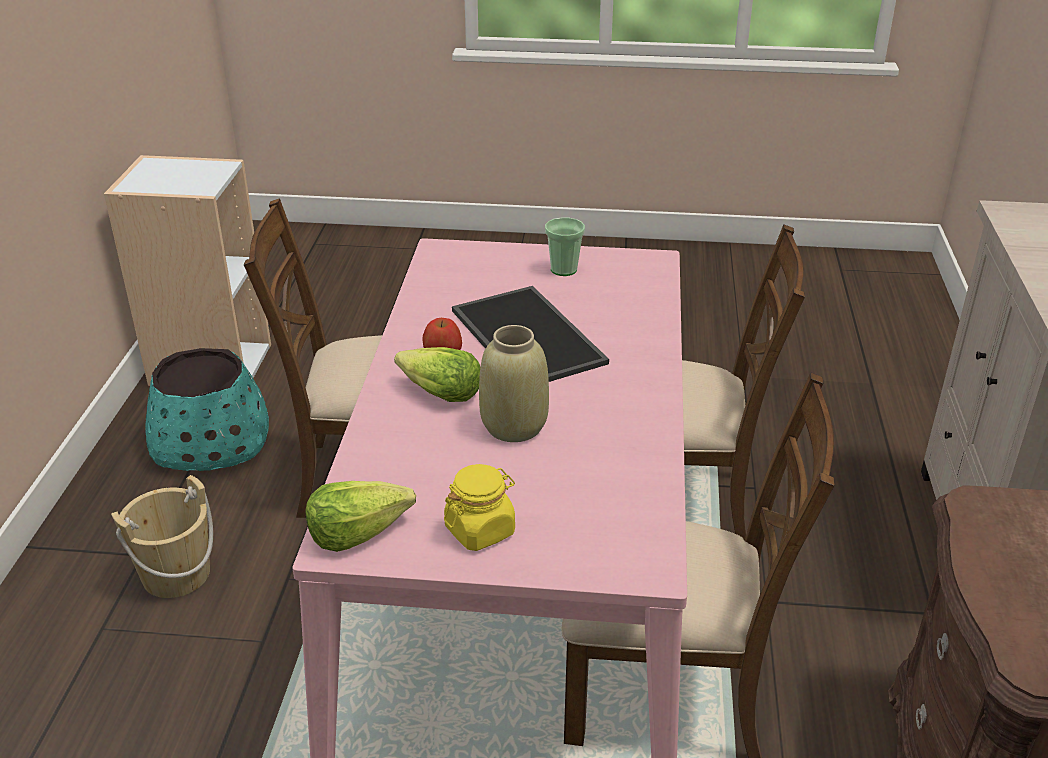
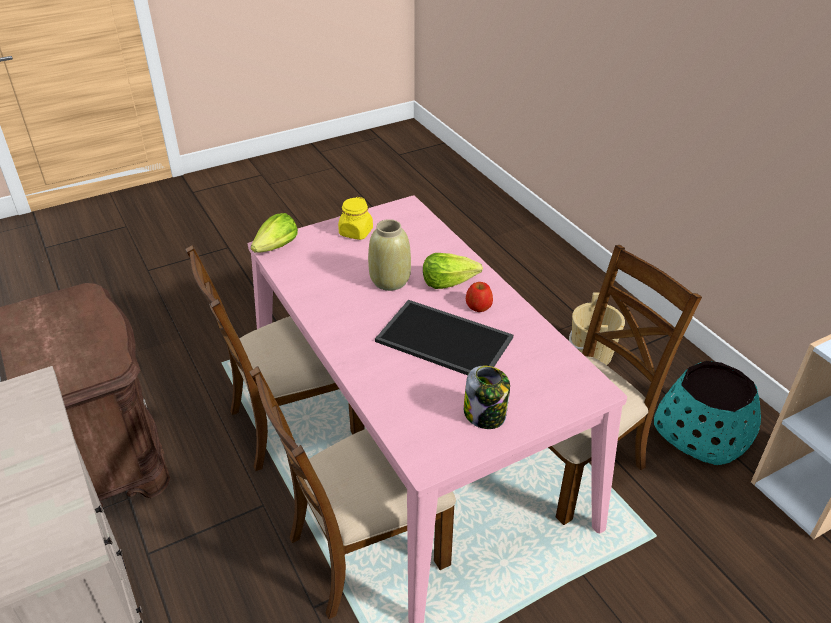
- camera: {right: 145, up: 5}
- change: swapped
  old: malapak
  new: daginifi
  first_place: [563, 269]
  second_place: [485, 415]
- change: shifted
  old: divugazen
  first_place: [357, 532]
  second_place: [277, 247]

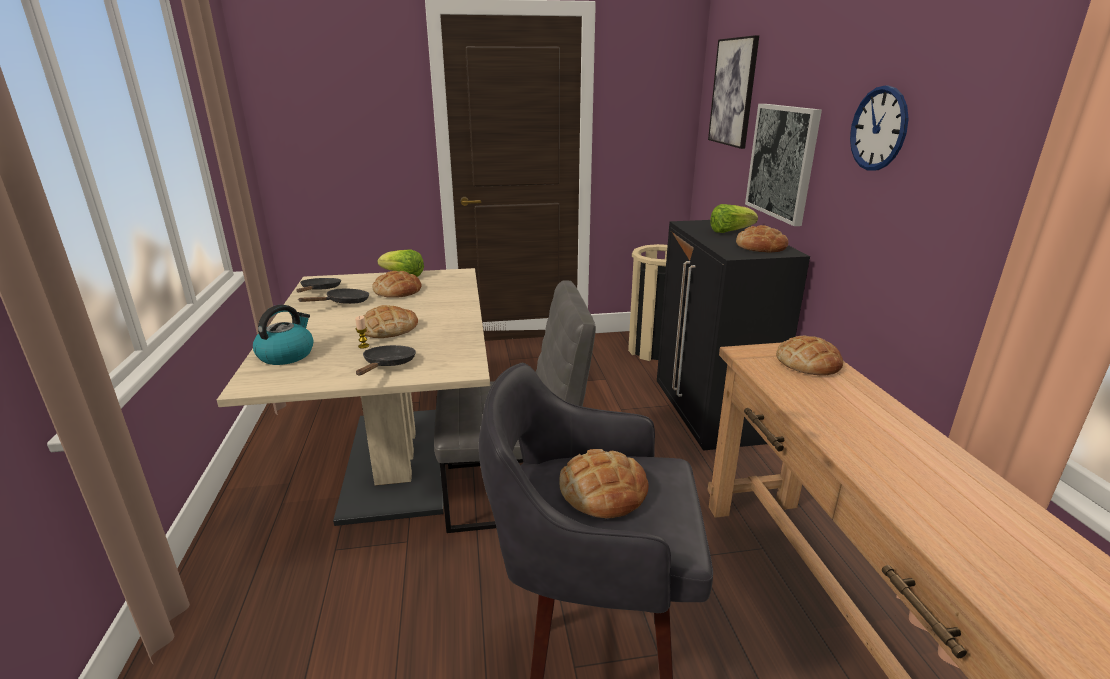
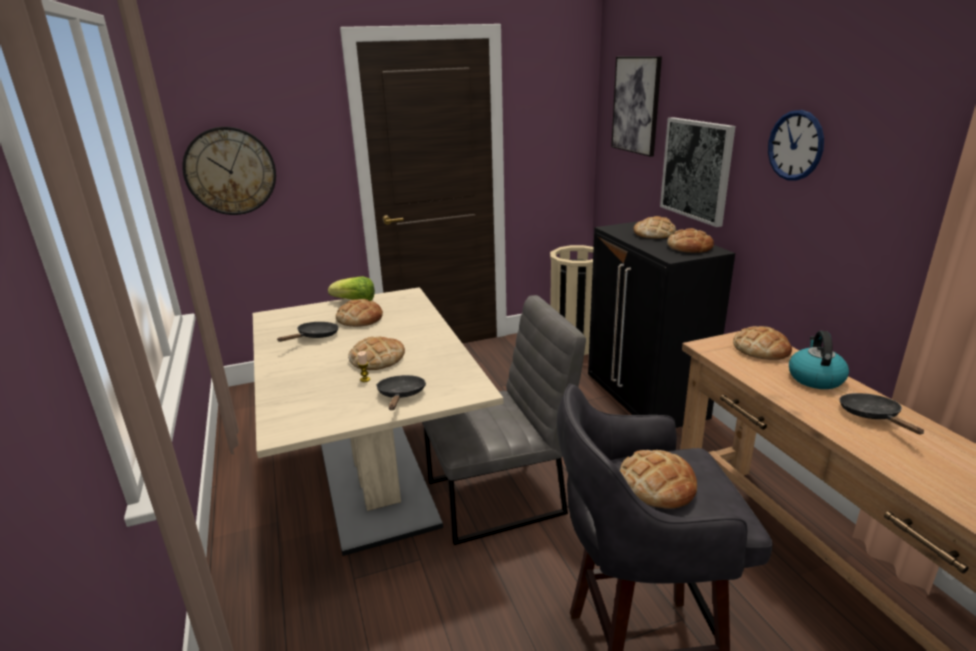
- camera: {right: -10, up: 0}
- change: swapped
  old: divugazen
  new: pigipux
  first_place: [730, 231]
  second_place: [654, 234]
- change: shifted
  old: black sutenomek
  first_place: [320, 290]
  second_place: [872, 416]
- change: shifted
  old: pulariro
  first_place: [286, 354]
  second_place: [815, 378]
- change: new
  new: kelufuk
  second_place: [230, 171]

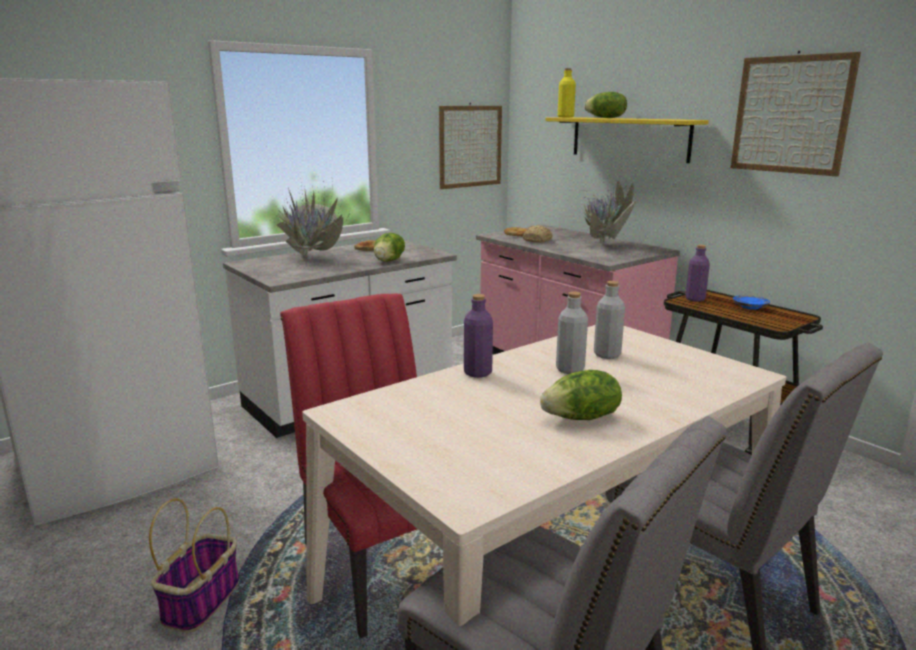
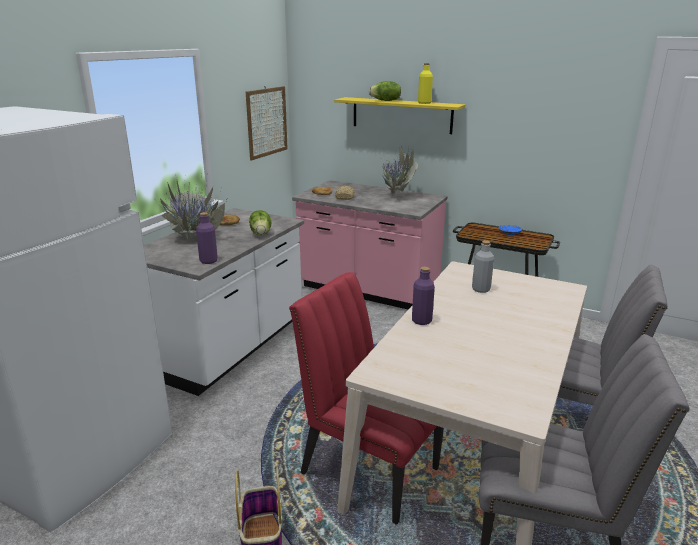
- camera: {right: -25, up: 5}
- change: gone
  old: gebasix
  first_place: [791, 112]
- change: shifted
  old: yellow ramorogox
  first_place: [565, 117]
  second_place: [424, 103]
- change: shifted
  old: purple ramorogox
  first_place: [695, 299]
  second_place: [208, 261]
- change: gone
  old: grey ramorogox
  first_place: [570, 369]
- change: gone
  old: divugazen
  first_place: [582, 418]

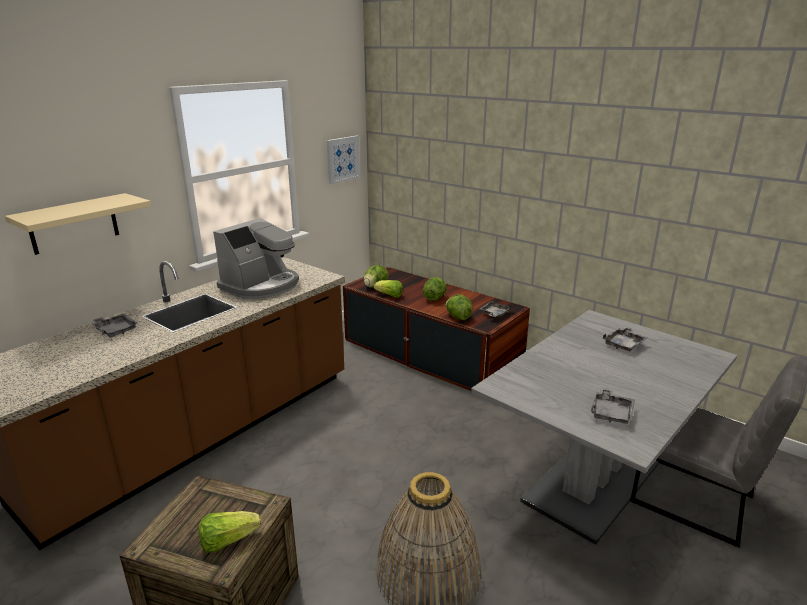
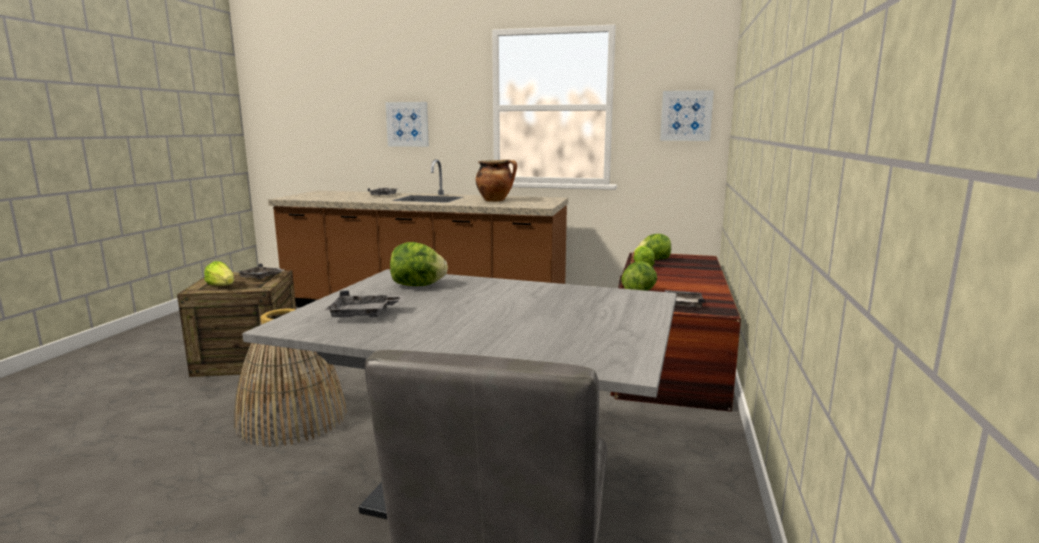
- camera: {right: 65, up: -10}
- change: swapped
  old: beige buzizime
  new: gebasix
  first_place: [74, 224]
  second_place: [407, 124]
- change: swapped
  old: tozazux
  new: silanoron
  first_place: [261, 285]
  second_place: [496, 200]
- change: shifted
  old: divugazen
  first_place: [434, 298]
  second_place: [418, 286]
- change: shifted
  old: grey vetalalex
  first_place: [624, 344]
  second_place: [261, 277]

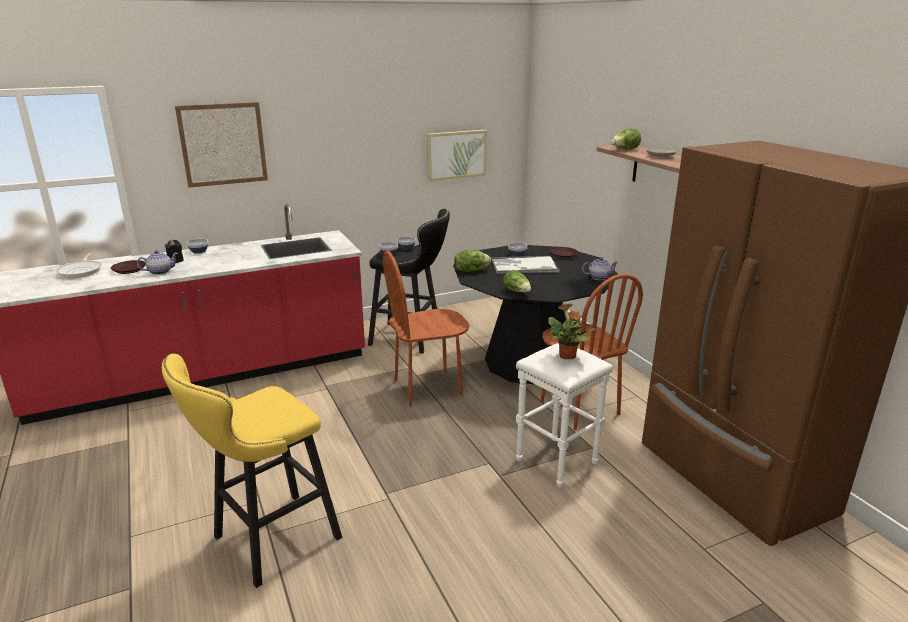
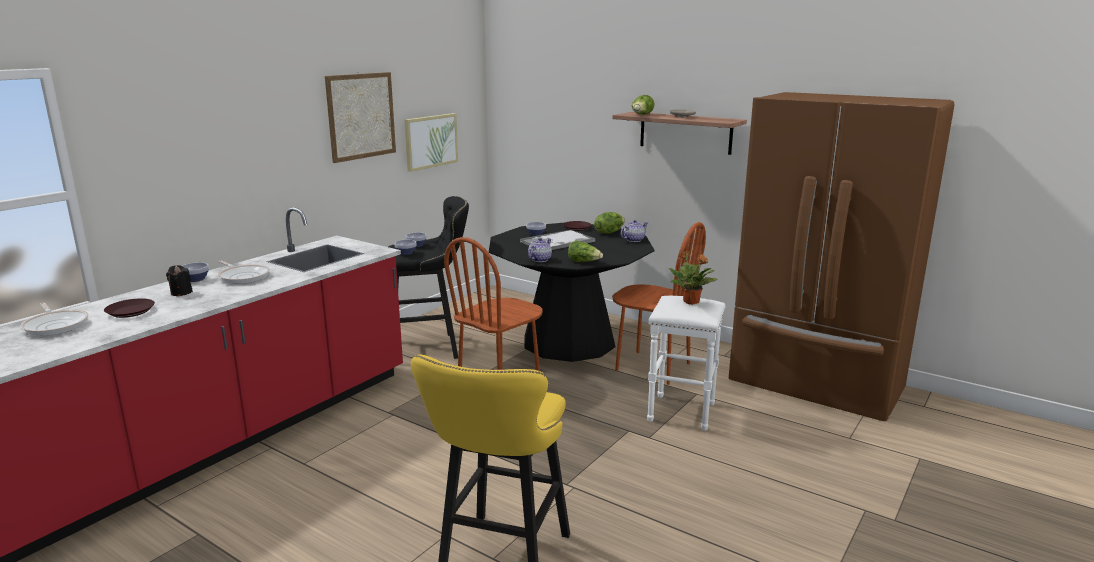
- camera: {right: -30, up: -5}
- change: shifted
  old: gebasix
  first_place: [223, 143]
  second_place: [361, 115]
- change: shifted
  old: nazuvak
  first_place: [160, 272]
  second_place: [539, 260]
- change: shifted
  old: divugazen
  first_place: [471, 270]
  second_place: [609, 232]
- change: new
  new: sutenomek
  second_place: [243, 276]

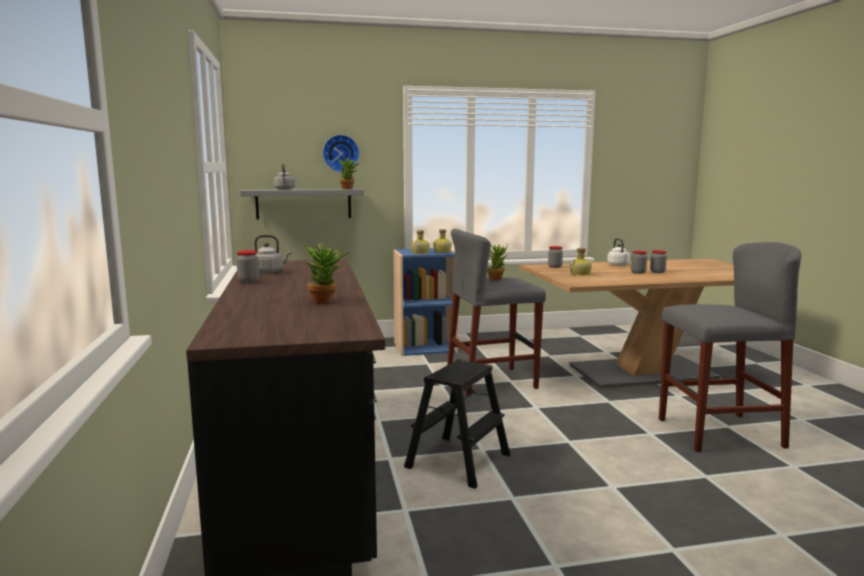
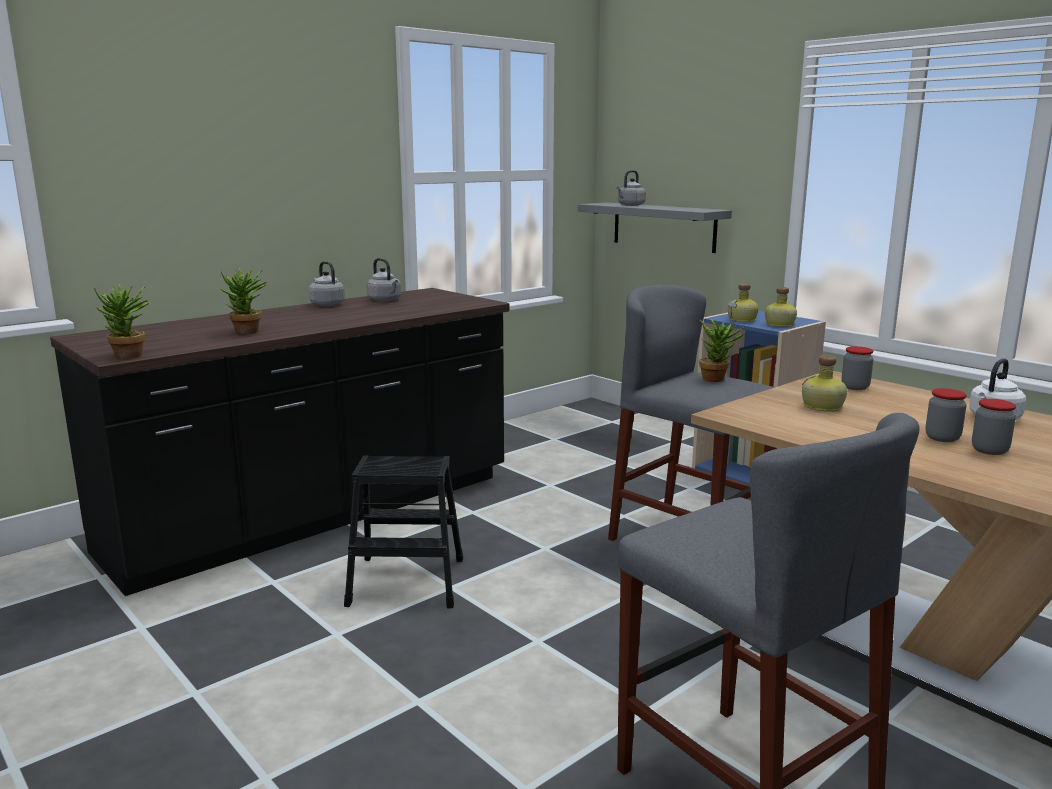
- camera: {right: 60, up: 5}
- change: gone
  old: kelufuk
  first_place: [341, 153]
- change: shifted
  old: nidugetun
  first_place: [349, 189]
  second_place: [128, 357]
- change: swapped
  old: daginifi
  new: grey pulariro
  first_place: [248, 281]
  second_place: [326, 304]

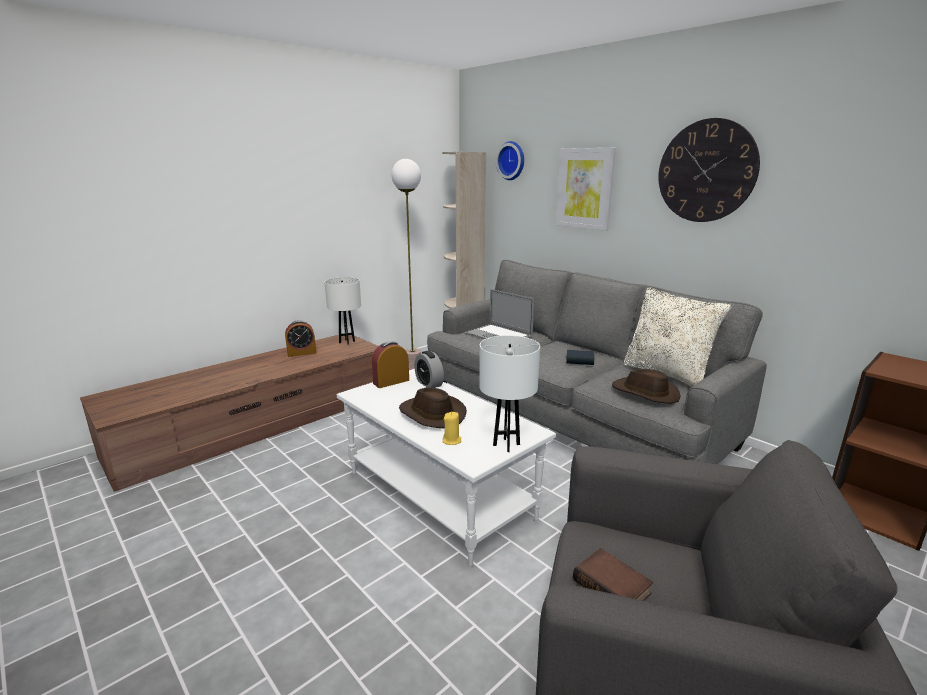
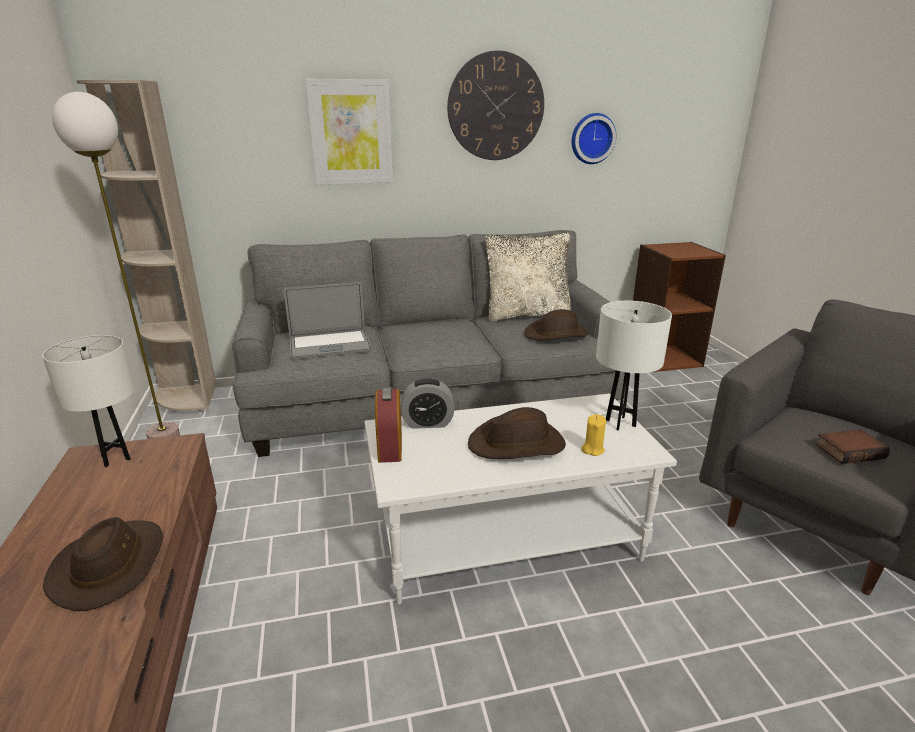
- camera: {right: -60, up: 5}
- change: shifted
  old: kelufuk
  first_place: [512, 160]
  second_place: [592, 138]
- change: gone
  old: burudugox
  first_place: [301, 353]
- change: gone
  old: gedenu
  first_place: [579, 360]
- change: new
  new: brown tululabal
  second_place: [110, 565]

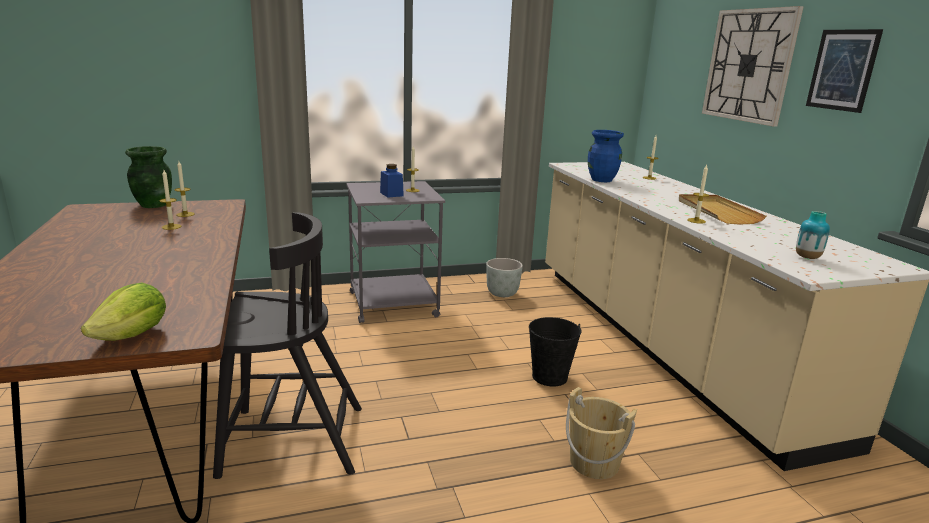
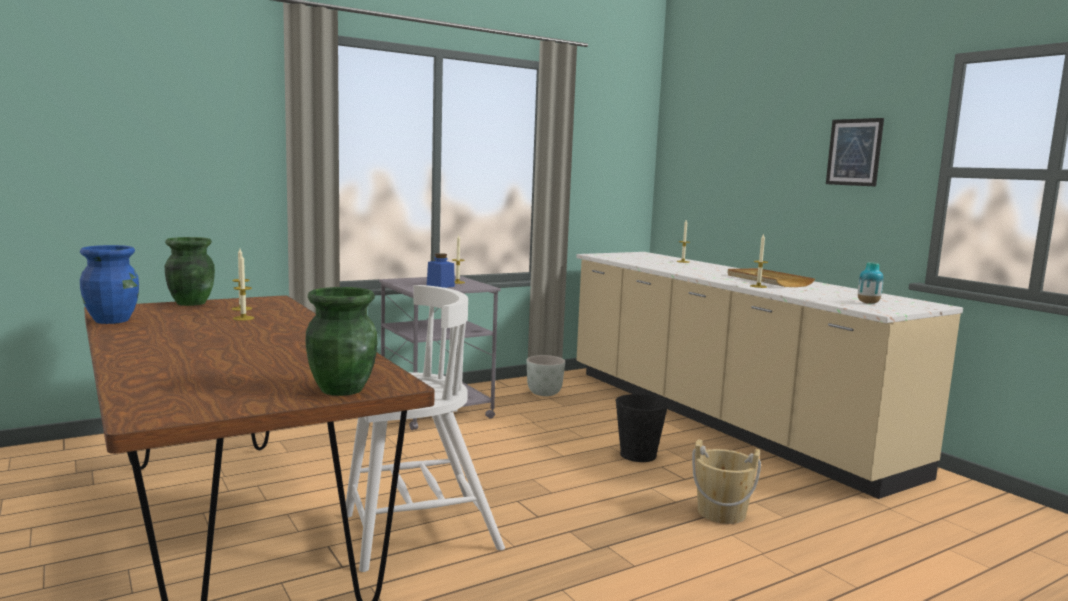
- camera: {right: -15, up: -10}
- change: gone
  old: kelufuk
  first_place: [749, 65]
- change: shifted
  old: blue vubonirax
  first_place: [602, 180]
  second_place: [113, 320]
- change: repainted
  old: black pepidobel
  new: white pepidobel
  first_place: [290, 440]
  second_place: [417, 532]
- change: swapped
  old: divugazen
  new: green vubonirax
  first_place: [133, 335]
  second_place: [343, 389]

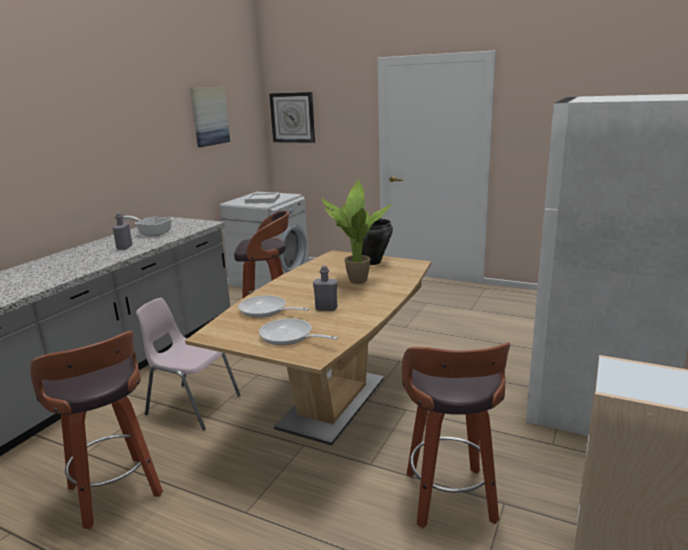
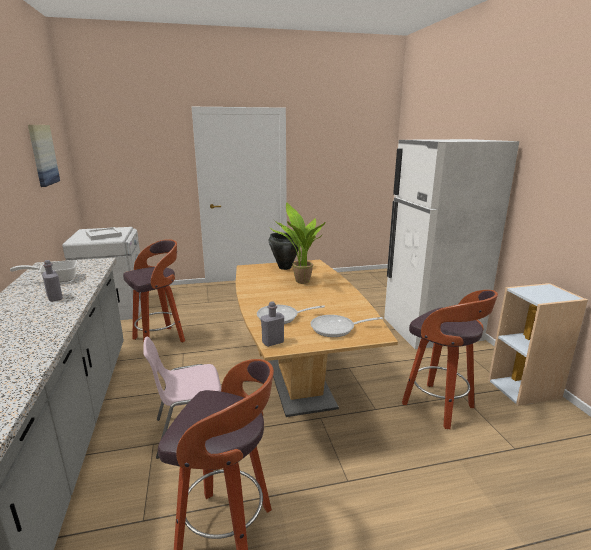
- camera: {right: -40, up: 0}
- change: gone
  old: kelufuk
  first_place: [292, 117]
- change: shifted
  old: grey ramorogox
  first_place: [326, 308]
  second_place: [273, 342]

